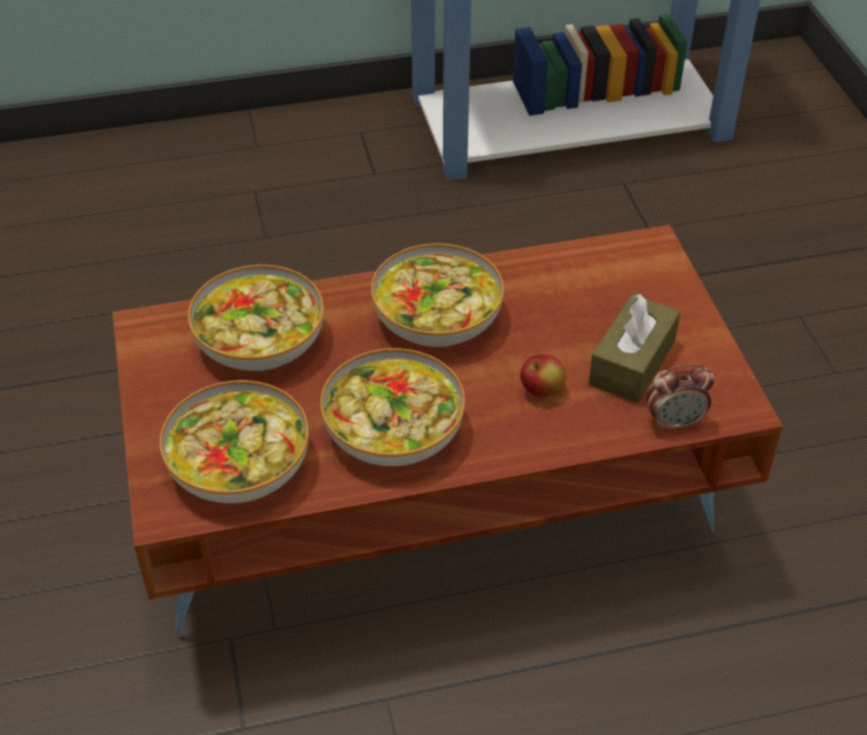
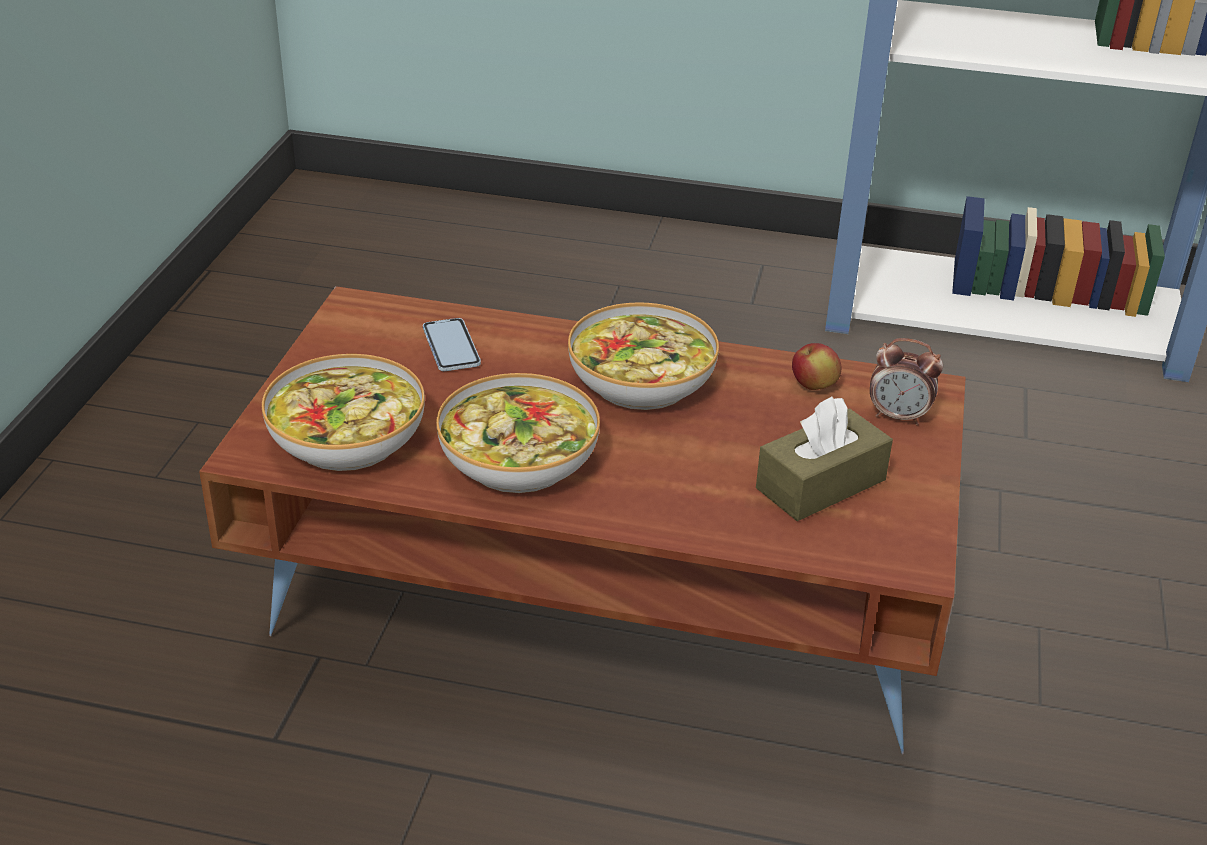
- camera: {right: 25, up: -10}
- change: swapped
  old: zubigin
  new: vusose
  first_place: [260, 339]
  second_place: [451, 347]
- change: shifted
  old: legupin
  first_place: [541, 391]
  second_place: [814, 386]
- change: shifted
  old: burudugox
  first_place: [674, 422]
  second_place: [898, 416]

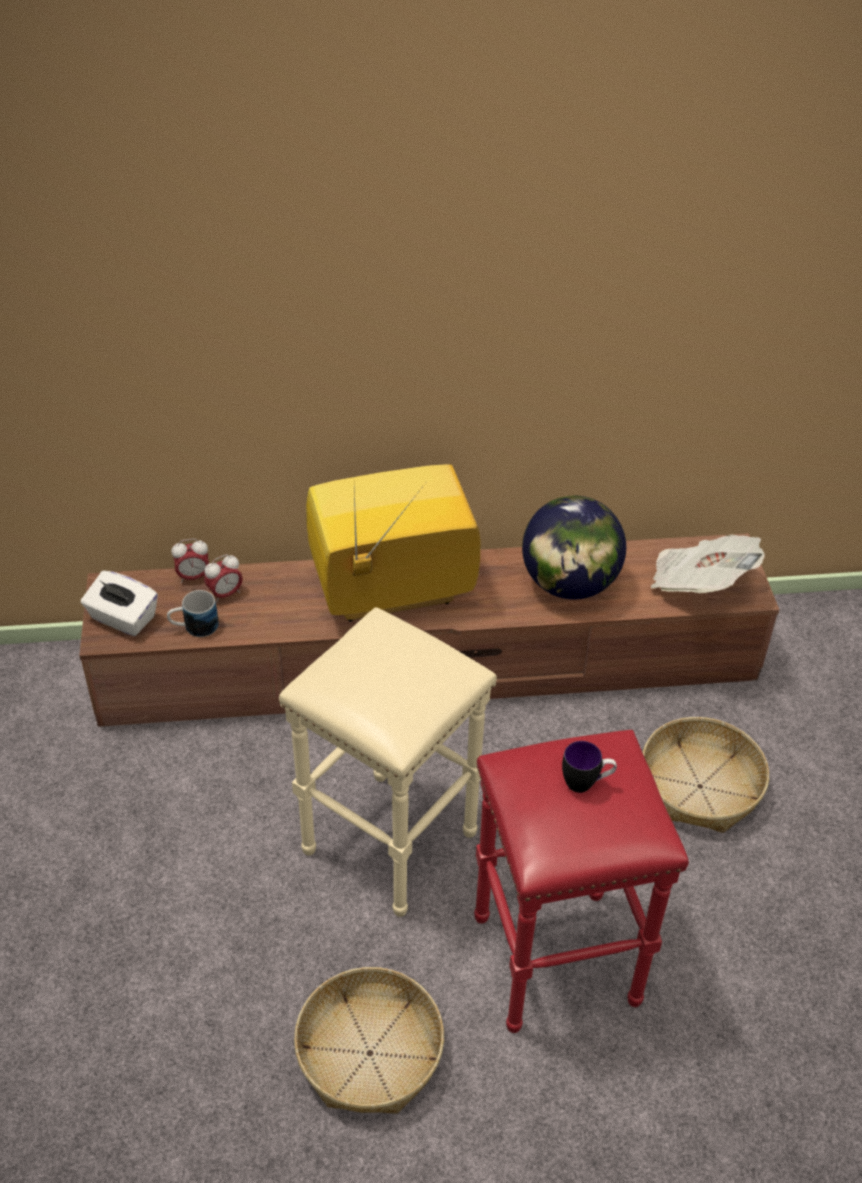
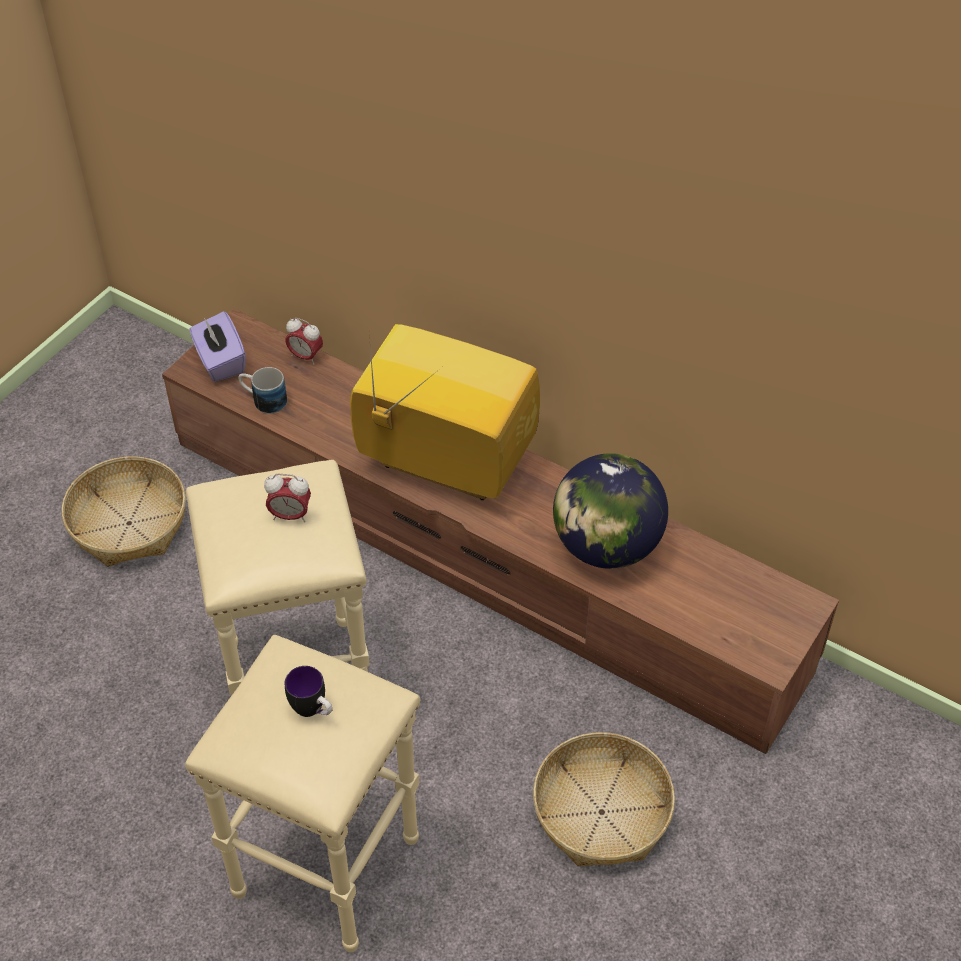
- camera: {right: 40, up: 5}
- change: gone
  old: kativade
  first_place: [699, 583]
- change: shifted
  old: burudugox
  first_place: [225, 594]
  second_place: [290, 515]
- change: repainted
  old: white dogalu
  new: purple dogalu
  first_place: [122, 619]
  second_place: [220, 361]
- change: repainted
  old: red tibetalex
  new: beige tibetalex
  first_place: [558, 955]
  second_place: [330, 864]
- change: shifted
  old: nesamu
  first_place: [369, 1053]
  second_place: [128, 523]

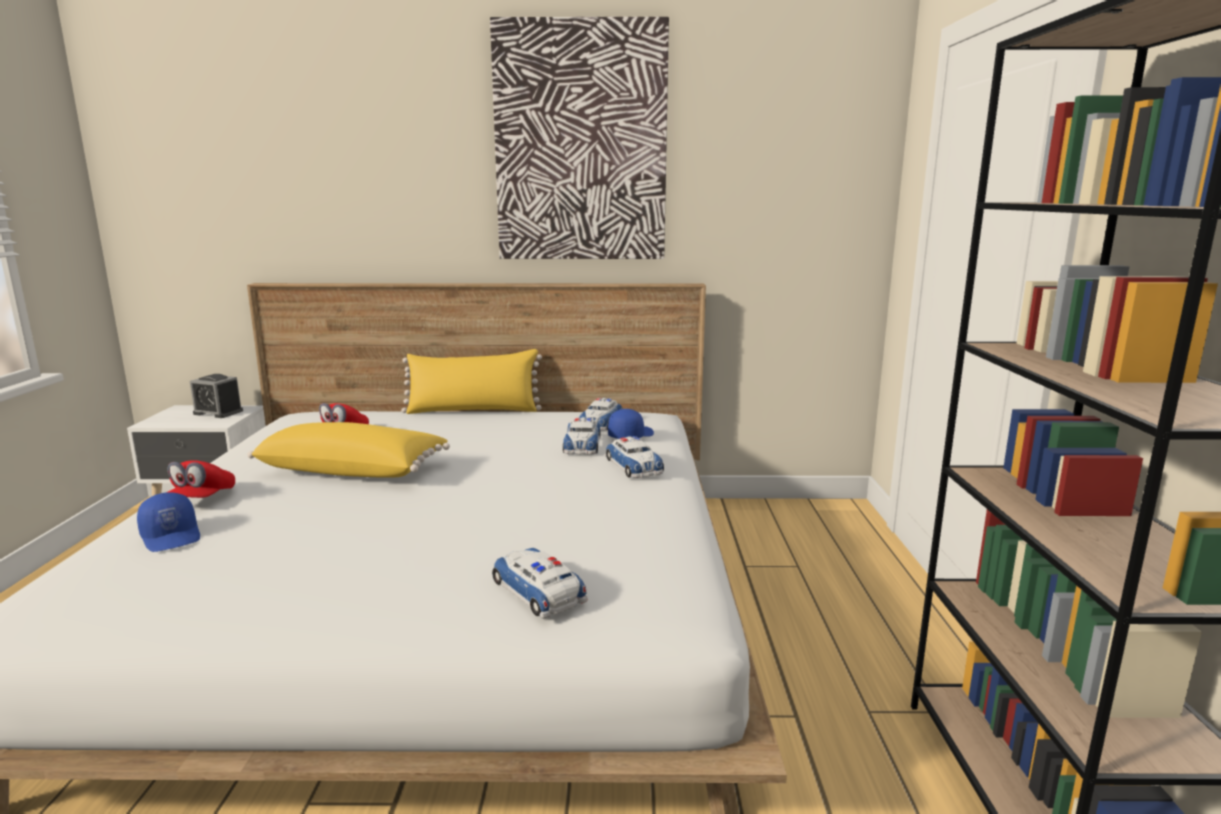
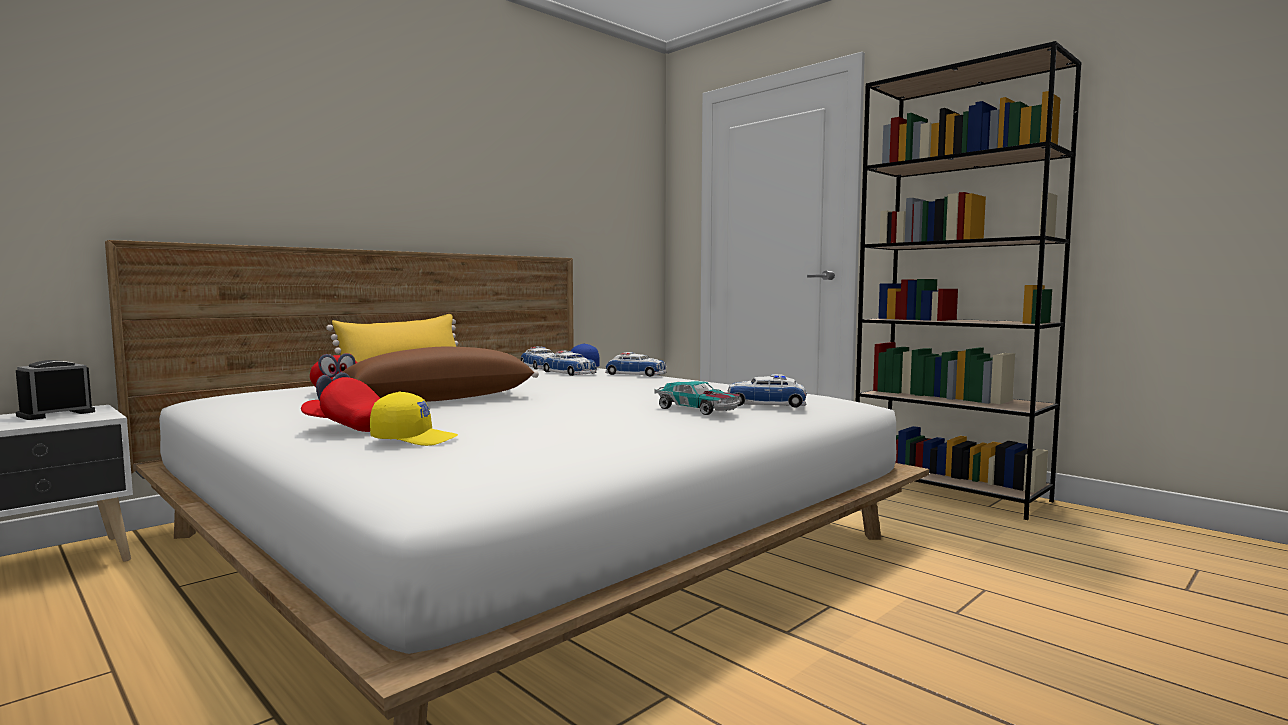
- camera: {right: -45, up: -10}
- change: gone
  old: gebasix
  first_place: [581, 143]
- change: rotated
  old: burudugox
  first_place: [218, 412]
  second_place: [56, 414]
  degrees: 150
- change: repainted
  old: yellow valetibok
  new: brown valetibok
  first_place: [353, 470]
  second_place: [438, 399]
- change: rotated
  old: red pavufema
  first_place: [201, 500]
  second_place: [348, 427]
  degrees: 150
- change: repainted
  old: blue pavufema
  new: yellow pavufema
  first_place: [172, 536]
  second_place: [414, 439]
- change: new
  new: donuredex
  second_place: [698, 409]

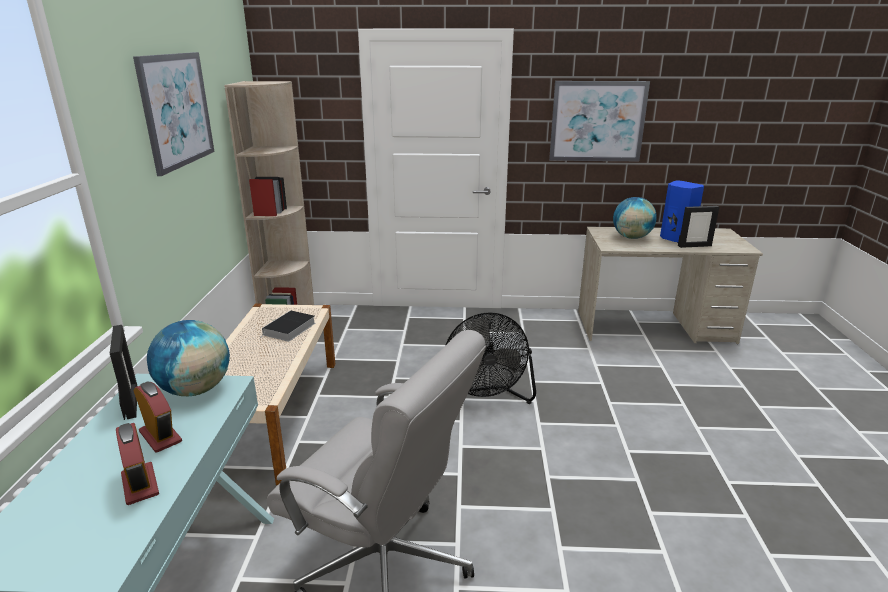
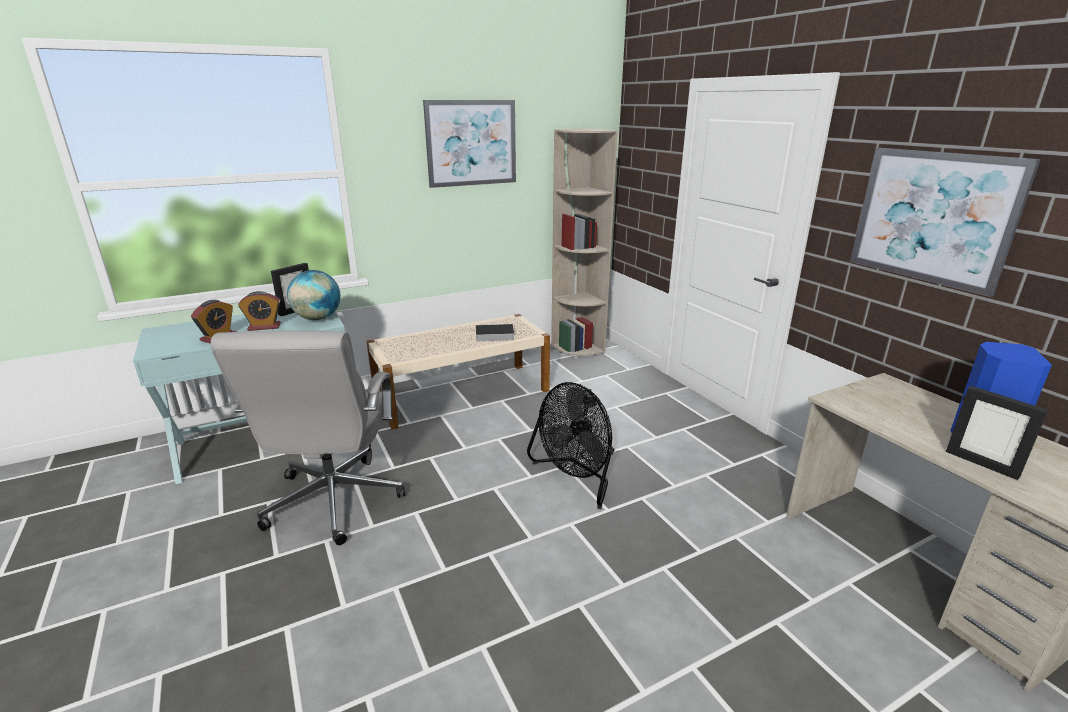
- camera: {right: 60, up: 0}
- change: gone
  old: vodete
  first_place: [631, 237]
- change: rotated
  old: burudugox
  first_place: [160, 437]
  second_place: [264, 327]
  degrees: 60

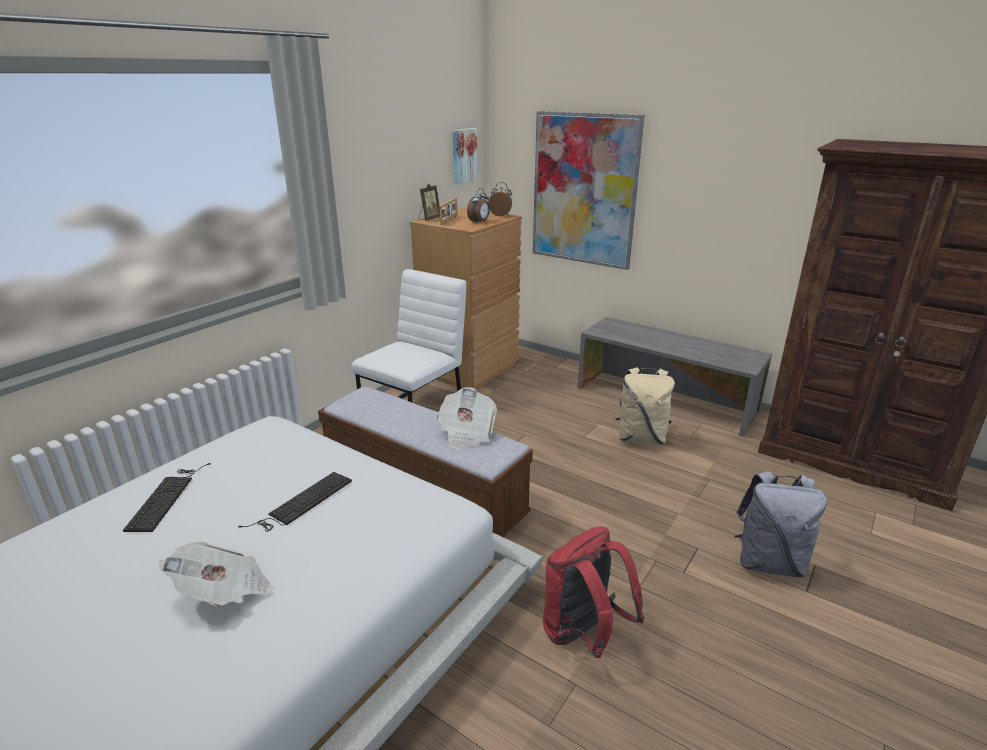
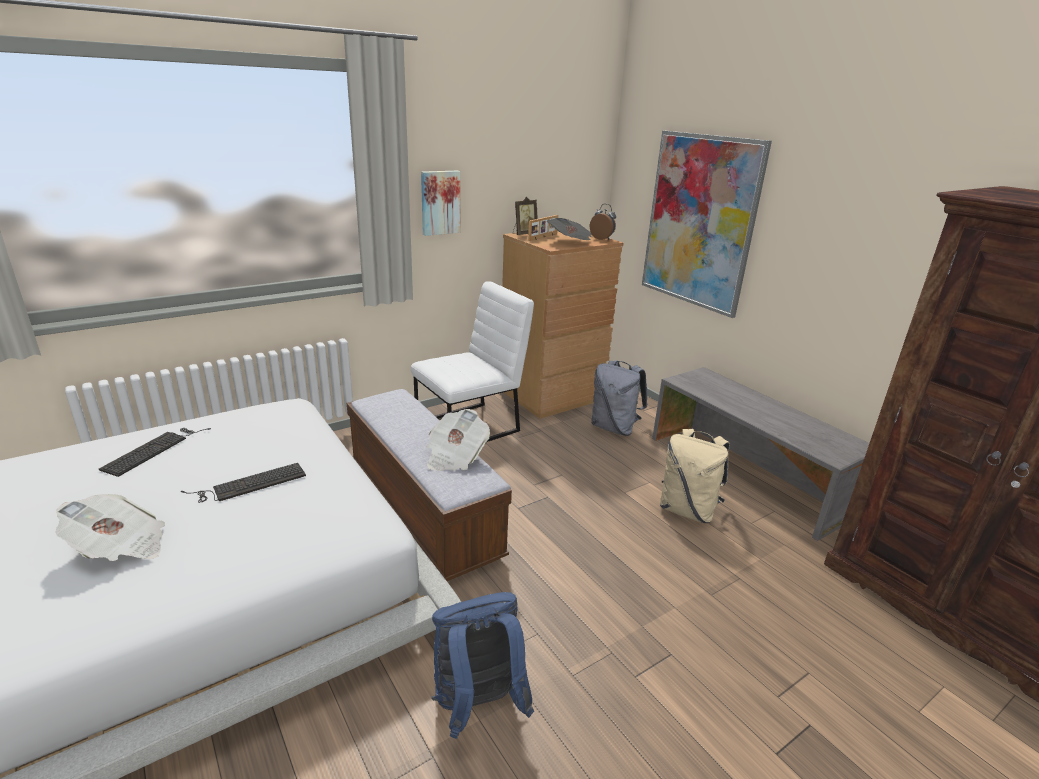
- camera: {right: 20, up: 0}
- change: shifted
  old: gebasix
  first_place: [463, 156]
  second_place: [440, 202]
- change: swapped
  old: burudugox
  new: kativade
  first_place: [479, 222]
  second_place: [570, 243]
- change: shifted
  old: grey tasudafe
  first_place: [768, 562]
  second_place: [614, 428]
- change: repainted
  old: red tasudafe
  new: blue tasudafe
  first_place: [583, 634]
  second_place: [477, 706]

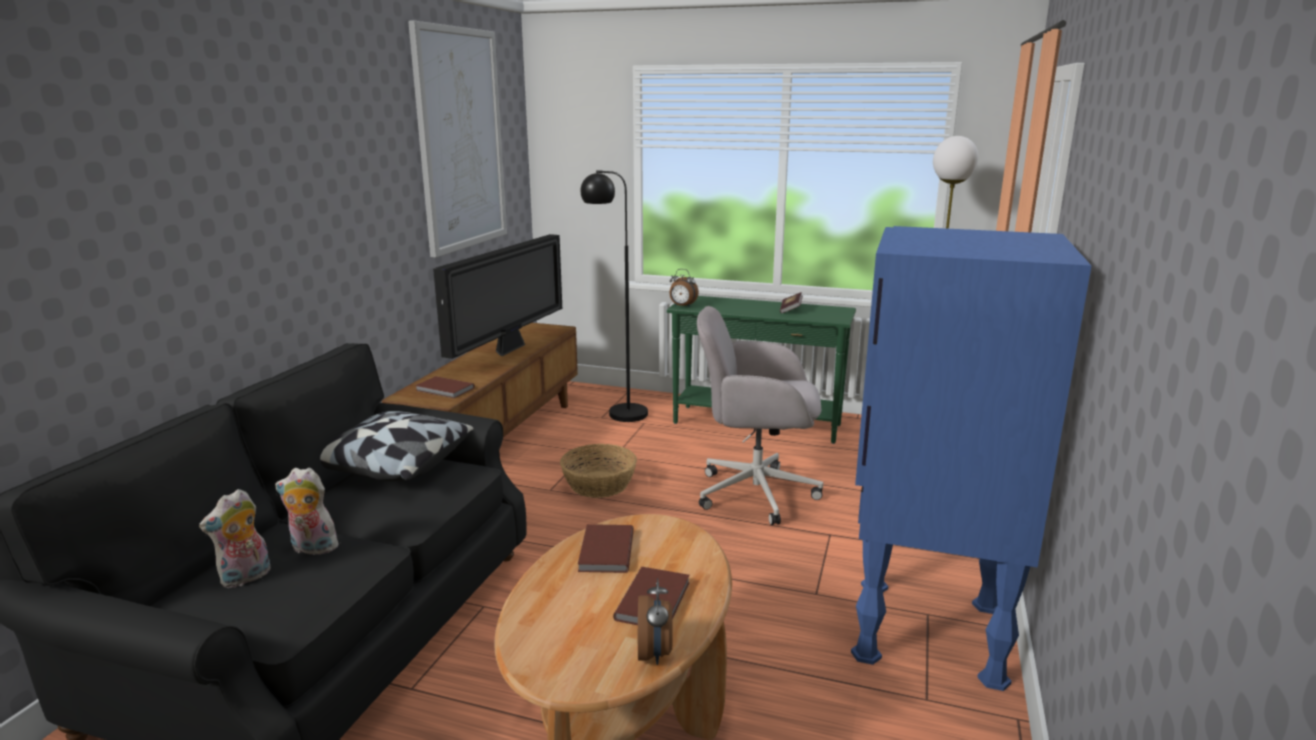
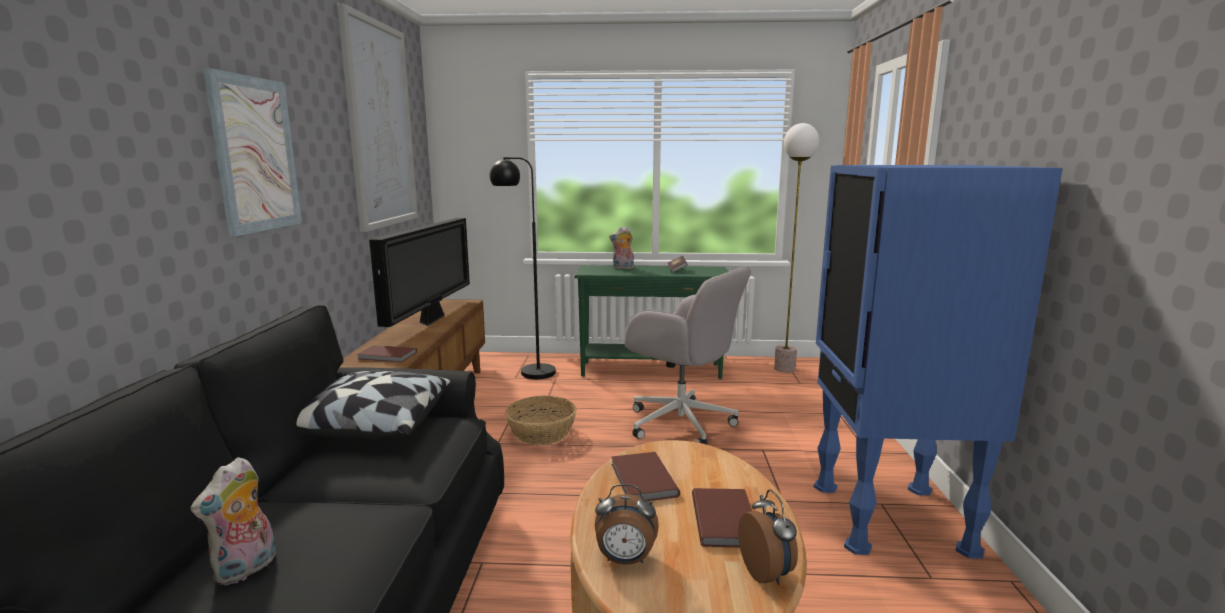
- camera: {right: -15, up: -5}
- change: shifted
  old: burudugox
  first_place: [682, 306]
  second_place: [625, 560]
- change: rotated
  old: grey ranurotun
  first_place: [754, 494]
  second_place: [681, 424]
  degrees: -135
- change: shifted
  old: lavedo
  first_place: [311, 549]
  second_place: [623, 268]
- change: new
  new: gebasix
  second_place: [256, 155]

